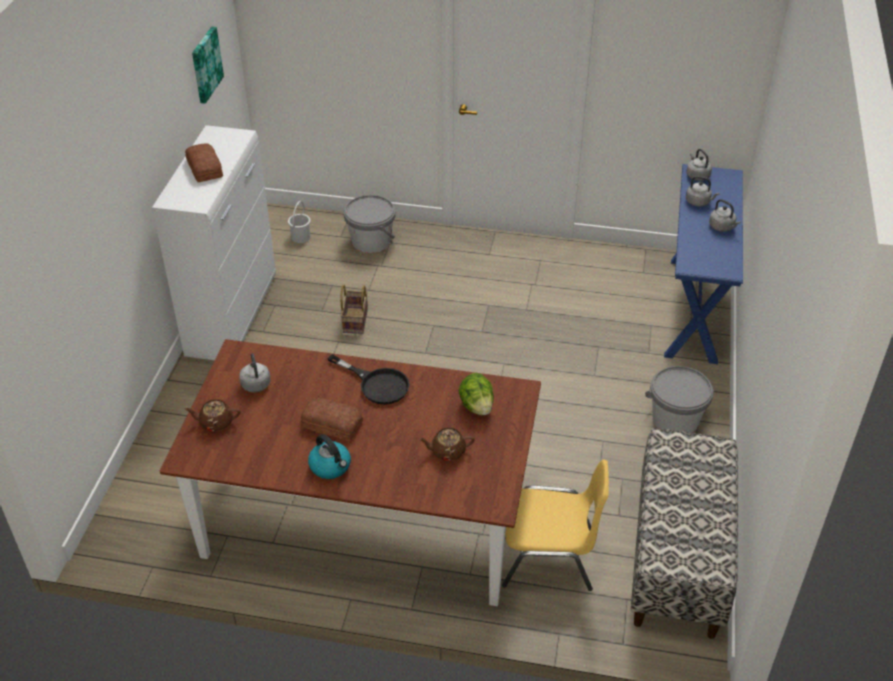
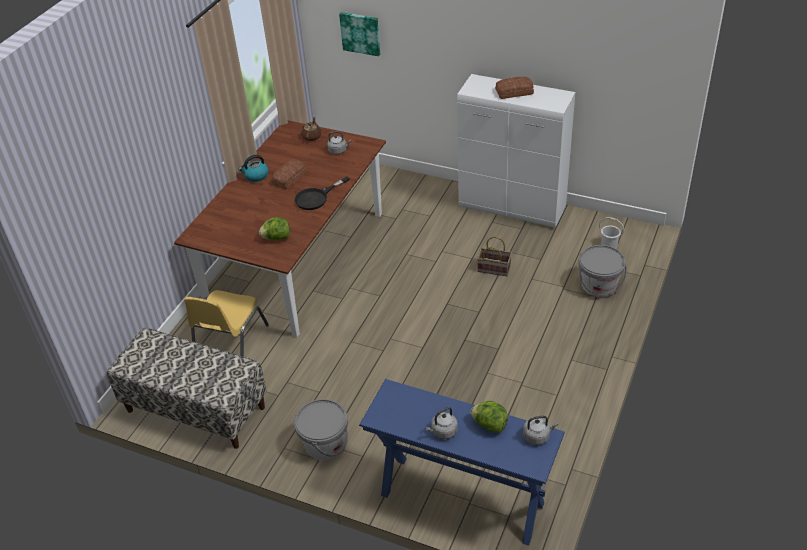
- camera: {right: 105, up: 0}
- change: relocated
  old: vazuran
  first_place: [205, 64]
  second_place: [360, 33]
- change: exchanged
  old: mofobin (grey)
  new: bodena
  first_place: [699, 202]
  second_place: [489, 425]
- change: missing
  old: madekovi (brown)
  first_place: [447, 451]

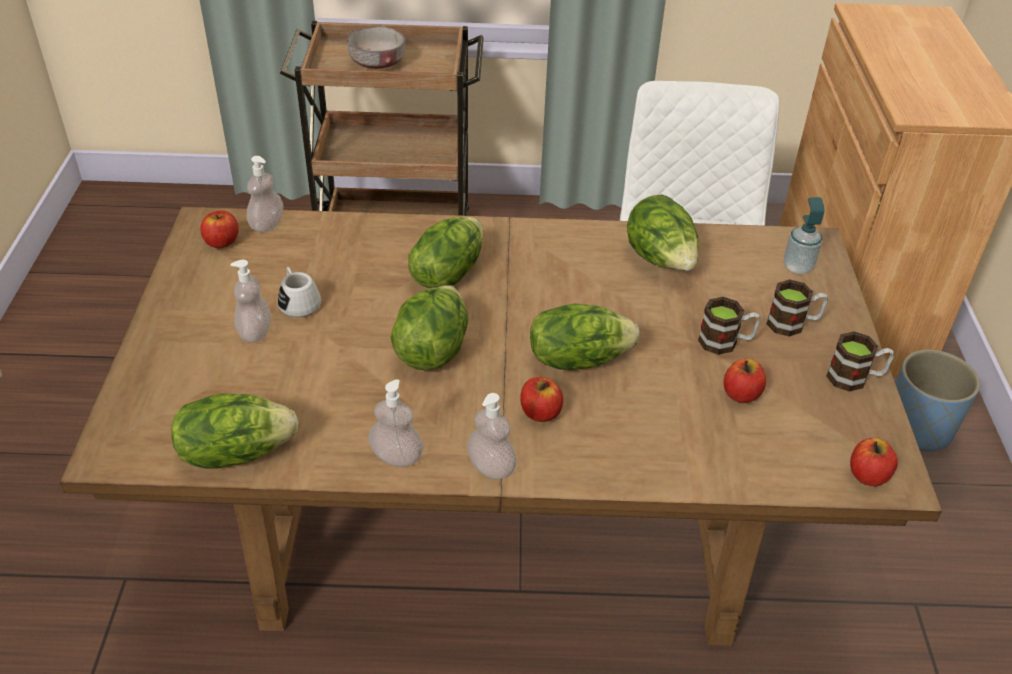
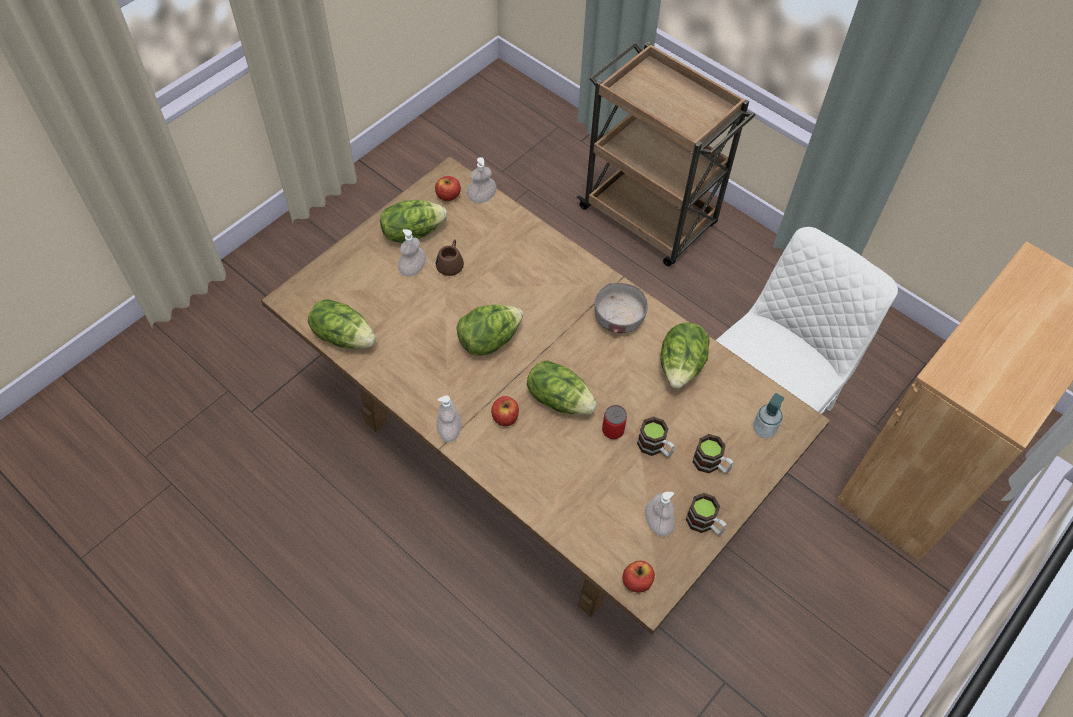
- camera: {right: 40, up: 15}
- change: relocated
  old: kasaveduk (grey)
  first_place: [377, 63]
  second_place: [618, 318]
- change: relocated
  old: bodena
  first_place: [447, 273]
  second_place: [412, 232]
- change: colour
  old: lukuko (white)
  new: lukuko (brown)
  first_place: [298, 302]
  second_place: [451, 263]
- change: missing
  old: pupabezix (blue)
  first_place: [917, 428]
- change: missing
  old: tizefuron
  first_place: [741, 394]
- change: relocated
  old: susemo
  first_place: [396, 456]
  second_place: [657, 523]
- change: appeared
  new: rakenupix
  second_place: [613, 430]

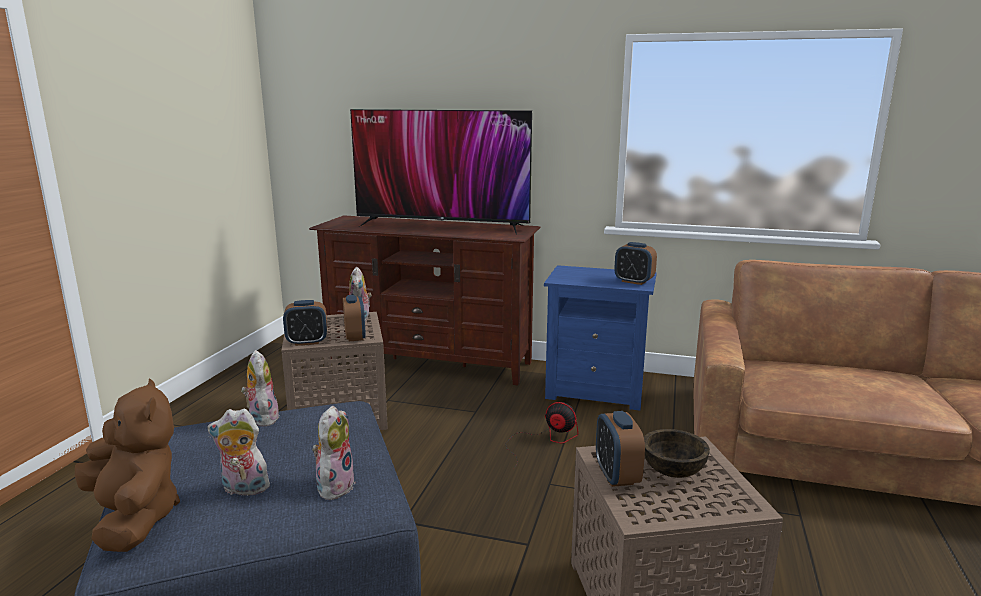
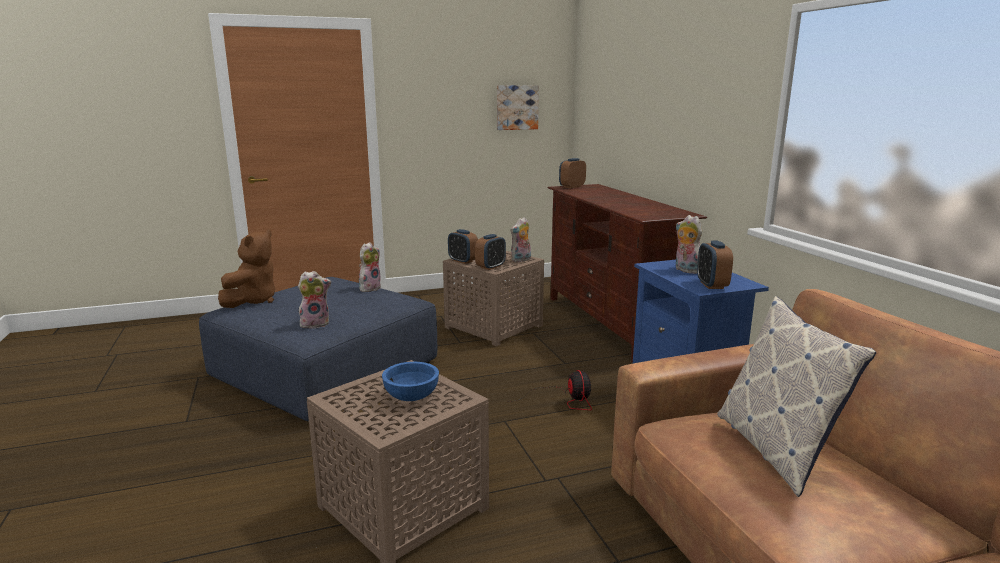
- camera: {right: 55, up: 0}
- change: missing
  old: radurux
  first_place: [442, 226]
- change: relocated
  old: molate
  first_place: [243, 489]
  second_place: [685, 270]
- change: relocated
  old: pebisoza
  first_place: [617, 476]
  second_place: [572, 187]
- change: colour
  old: kasaveduk (brown)
  new: kasaveduk (blue)
  first_place: [672, 470]
  second_place: [411, 396]
- change: appeared
  new: vazuran
  second_place: [516, 107]
- change: appeared
  new: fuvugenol
  second_place: [775, 450]

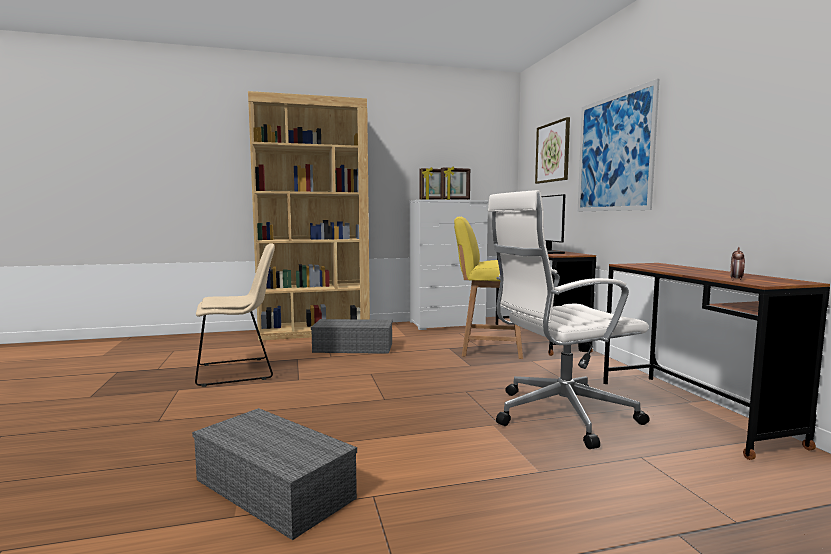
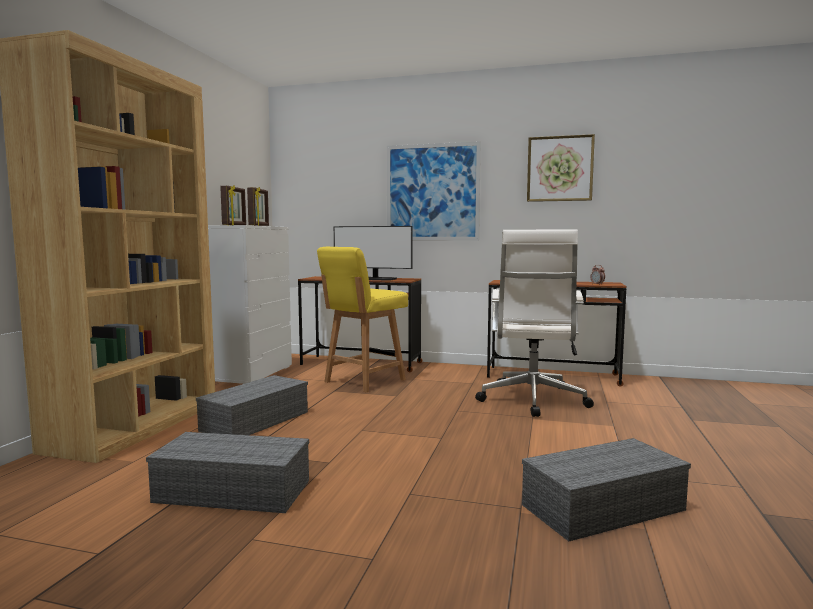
- camera: {right: -60, up: 0}
- change: relocated
  old: vazuran
  first_place: [553, 152]
  second_place: [560, 169]
- change: exchanged
  old: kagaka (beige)
  new: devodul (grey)
  first_place: [238, 371]
  second_place: [235, 490]

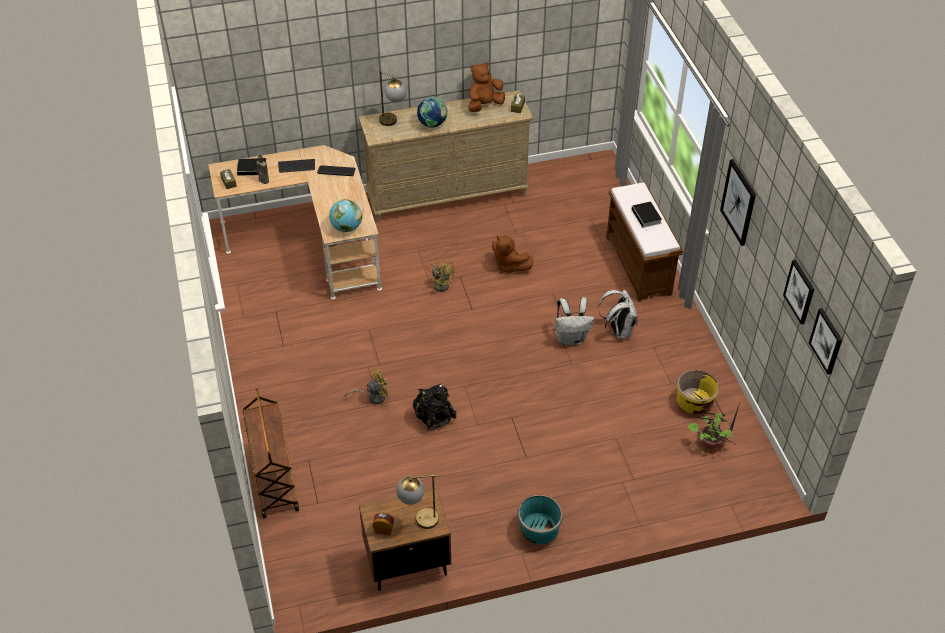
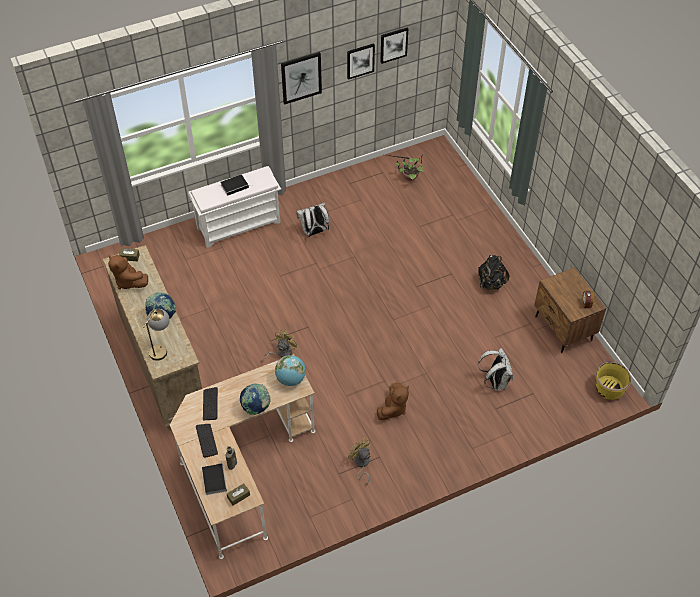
- camera: {right: -100, up: 5}
- change: colour
  old: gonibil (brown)
  new: gonibil (white)
  first_place: [639, 265]
  second_place: [239, 225]
- change: relocated
  old: molate (brown)
  first_place: [509, 266]
  second_place: [393, 409]
- change: relocated
  old: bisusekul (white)
  first_place: [571, 338]
  second_place: [495, 382]
- change: relocated
  old: vazuran
  first_place: [826, 341]
  second_place: [360, 60]
- change: relocated
  old: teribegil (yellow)
  first_place: [373, 396]
  second_place: [361, 464]
- change: relocated
  old: pupabezix (yellow)
  first_place: [694, 403]
  second_place: [609, 389]
- change: relocated
  old: bisusekul (black)
  first_place: [434, 418]
  second_place: [491, 283]
- change: missing
  old: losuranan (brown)
  first_place: [273, 479]
- change: missing
  old: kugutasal
  first_place: [418, 520]
- change: missing
  old: pupabezix (turquoise)
  first_place: [539, 530]
- change: appeared
  new: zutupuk
  second_place: [256, 407]

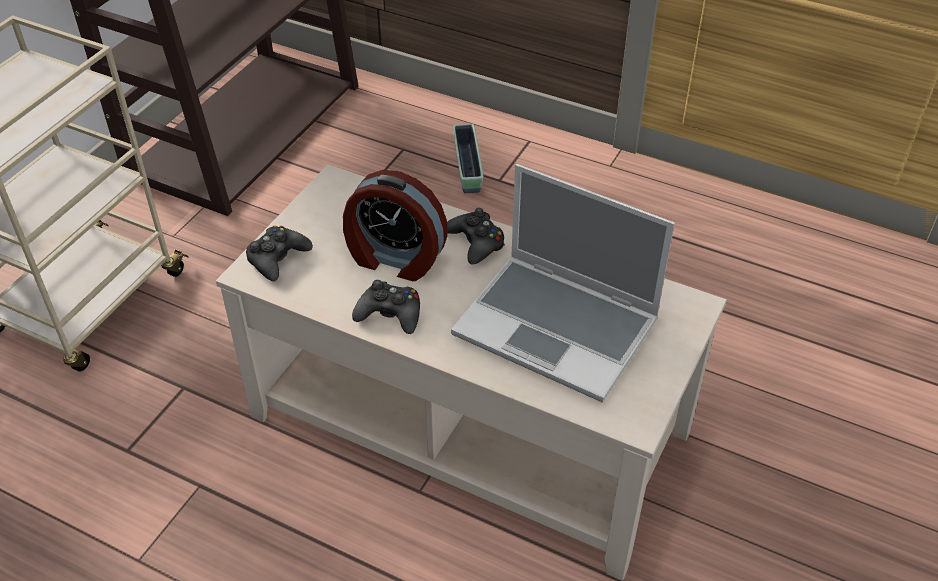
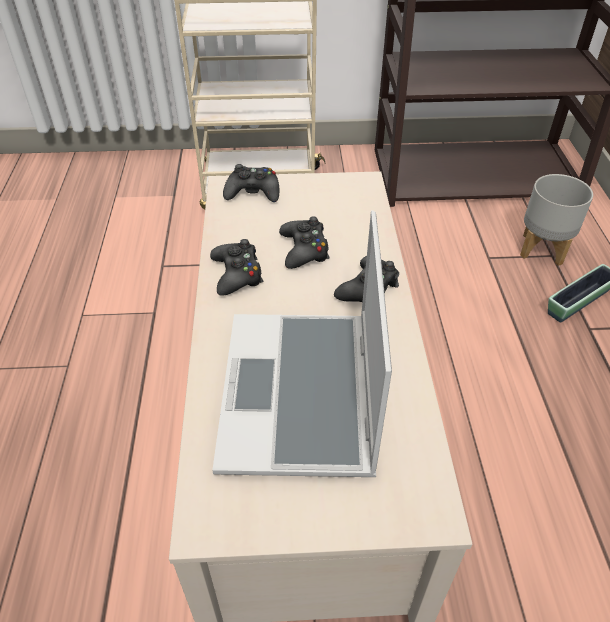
- camera: {right: 60, up: 0}
- change: exchanged
  old: pebisoza
  new: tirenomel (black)
  first_place: [395, 259]
  second_place: [304, 250]
- change: appeared
  new: pupabezix (grey)
  second_place: [542, 249]

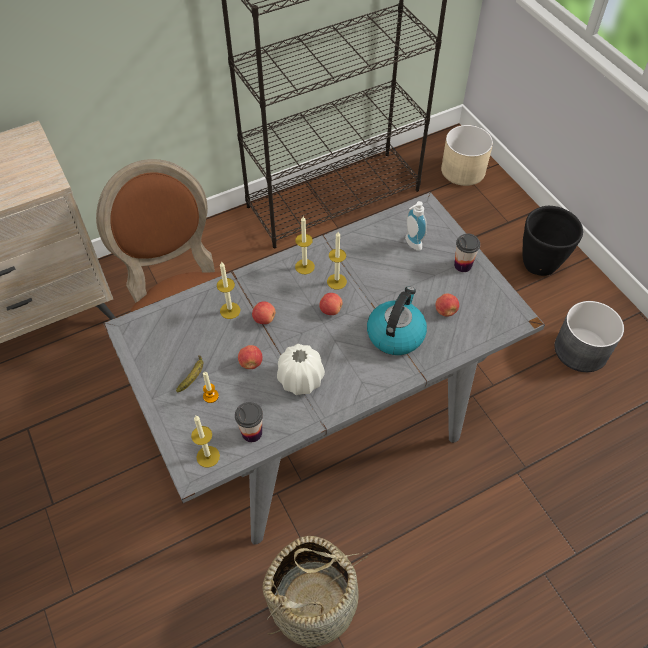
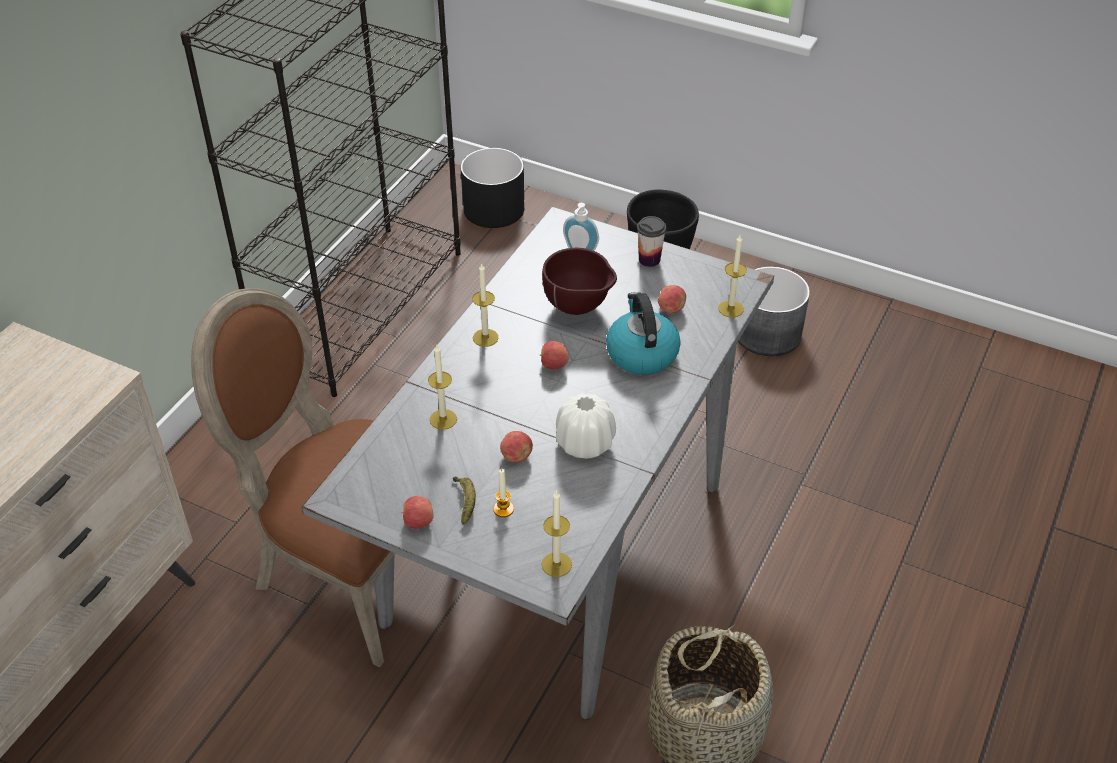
- camera: {right: -35, up: -10}
- change: colour
  old: pupabezix (beige)
  new: pupabezix (black)
  first_place: [462, 170]
  second_place: [493, 209]
- change: relocated
  old: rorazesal
  first_place: [336, 281]
  second_place: [731, 309]
- change: relocated
  old: tizefuron
  first_place: [264, 319]
  second_place: [418, 522]
- change: missing
  old: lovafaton
  first_place: [252, 433]
- change: appeared
  new: kasaveduk (brown)
  second_place: [579, 309]

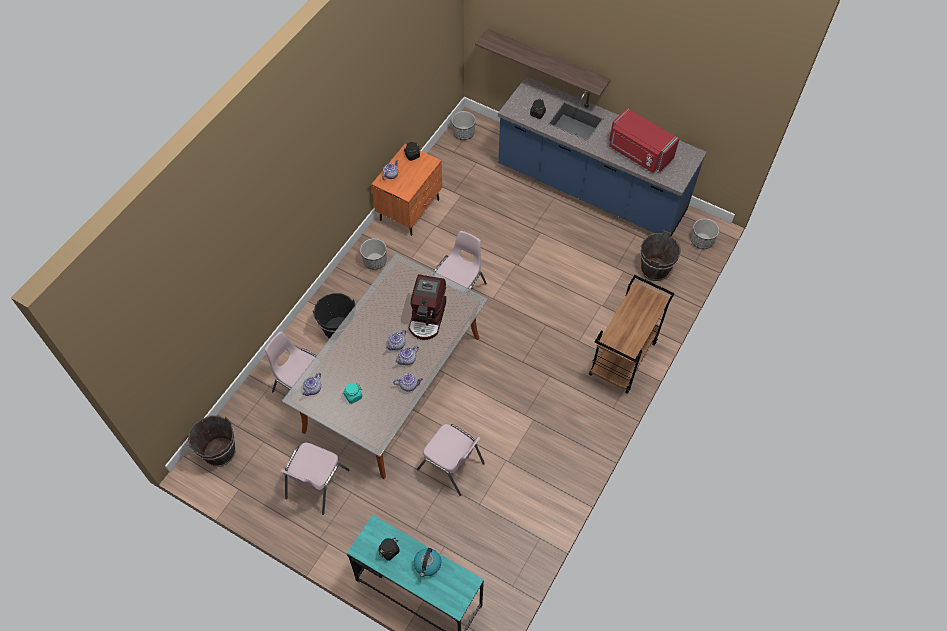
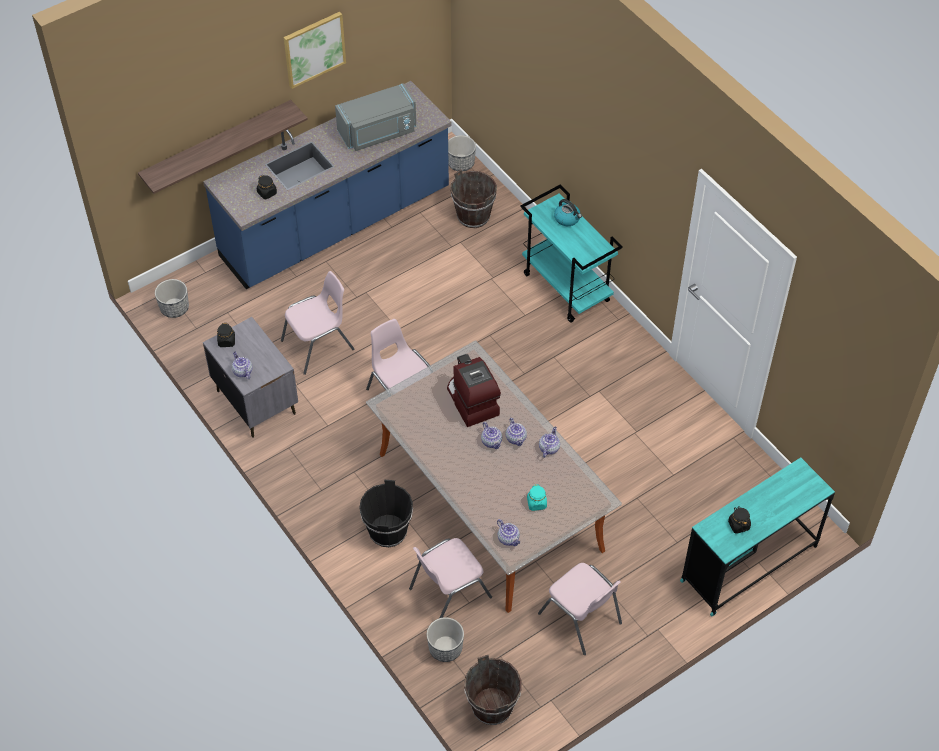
- camera: {right: -65, up: -5}
- change: colour
  old: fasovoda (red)
  new: fasovoda (grey)
  first_place: [638, 153]
  second_place: [378, 132]
- change: colour
  old: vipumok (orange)
  new: vipumok (grey)
  first_place: [410, 210]
  second_place: [256, 402]
- change: relocated
  old: pupabezix
  first_place: [375, 261]
  second_place: [445, 648]
- change: spun
  old: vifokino
  first_place: [428, 317]
  second_place: [471, 401]
  degrees: -150
- change: colour
  old: losuranan (brown)
  new: losuranan (turquoise)
  first_place: [623, 359]
  second_place: [567, 288]
- change: relocated
  old: kagaka (pink)
  first_place: [451, 466]
  second_place: [319, 345]
- change: relocated
  old: mofobin
  first_place: [427, 564]
  second_place: [567, 218]
- change: appeared
  new: vazuran
  second_place: [314, 49]

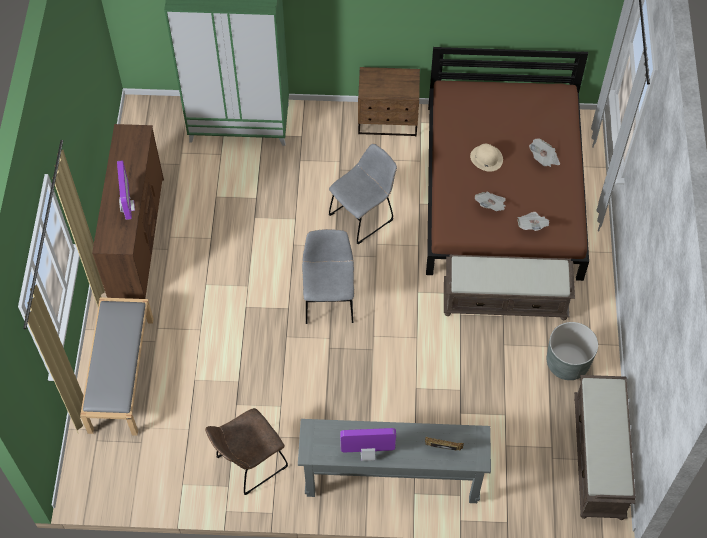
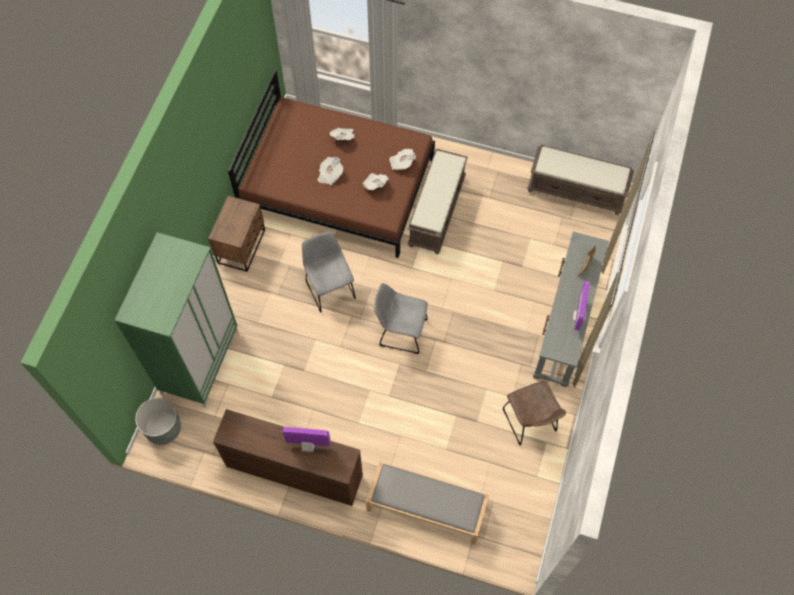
- camera: {right: -75, up: 5}
- change: exchanged
  old: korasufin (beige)
  new: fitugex
  first_place: [486, 158]
  second_place: [329, 175]
- change: relocated
  old: pupabezix (grey)
  first_place: [567, 363]
  second_place: [163, 428]

